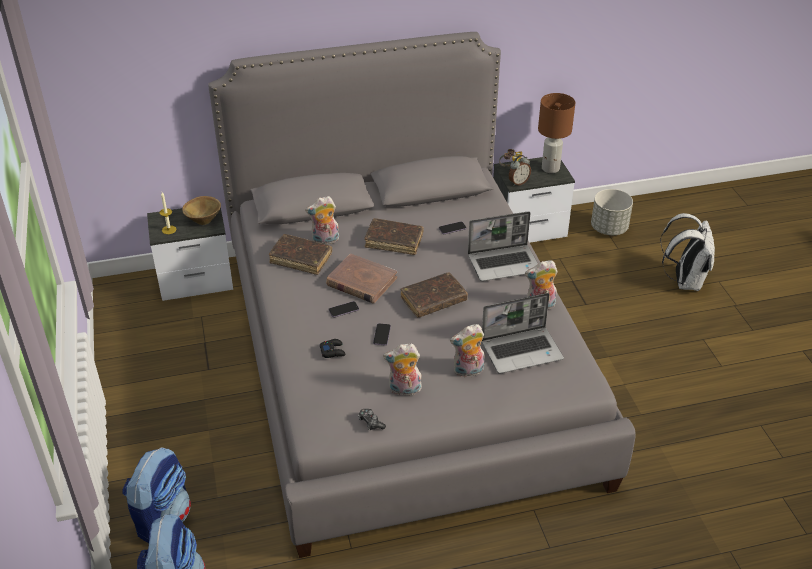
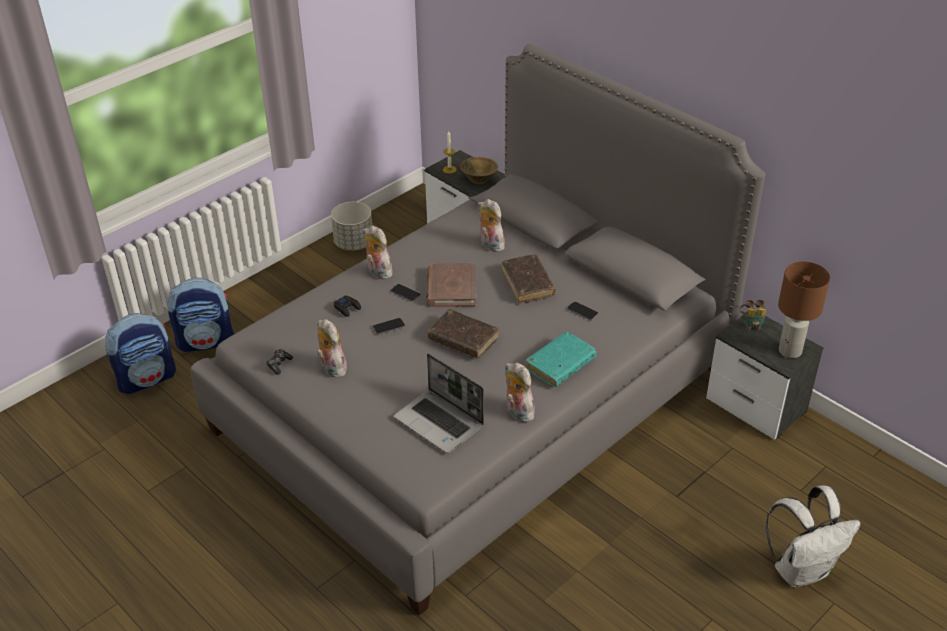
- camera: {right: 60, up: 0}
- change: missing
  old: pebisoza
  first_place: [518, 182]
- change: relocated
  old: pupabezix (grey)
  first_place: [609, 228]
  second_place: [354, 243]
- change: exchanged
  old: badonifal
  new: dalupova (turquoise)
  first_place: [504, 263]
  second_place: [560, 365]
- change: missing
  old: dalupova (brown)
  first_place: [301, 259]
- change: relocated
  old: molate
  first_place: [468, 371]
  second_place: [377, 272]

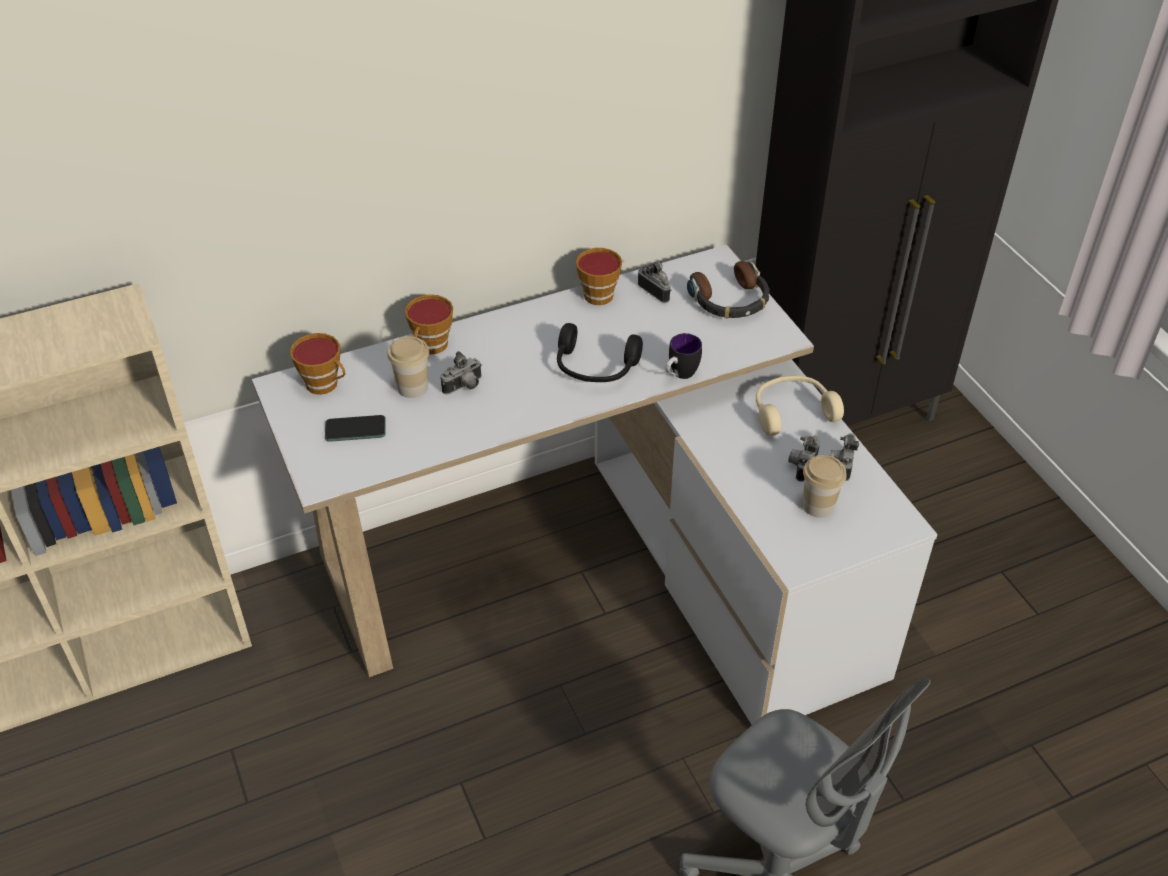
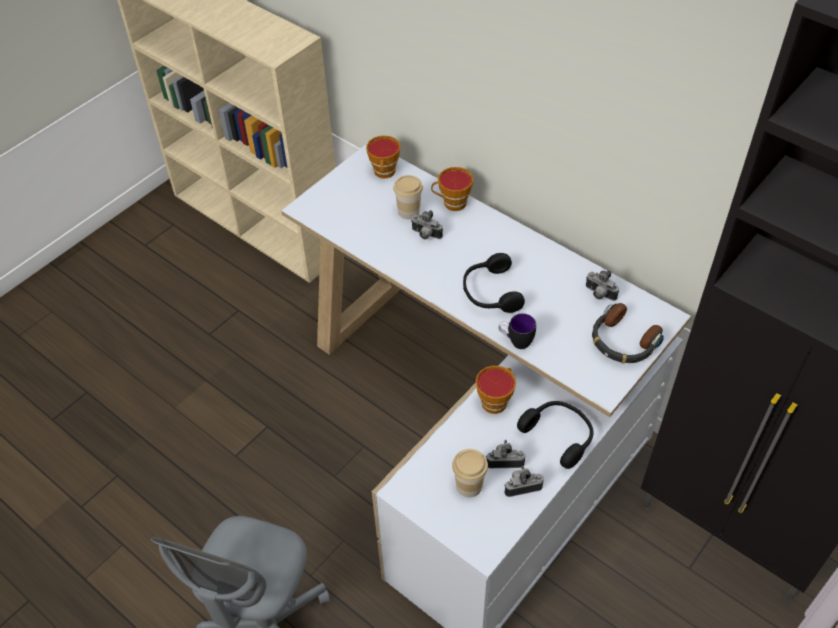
- camera: {right: 65, up: 5}
- change: relocated
  old: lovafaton
  first_place: [596, 293]
  second_place: [495, 400]
- change: spun
  old: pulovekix
  first_place: [656, 291]
  second_place: [599, 294]
  degrees: 105
- change: colour
  old: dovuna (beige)
  new: dovuna (black)
  first_place: [792, 411]
  second_place: [559, 435]
- change: missing
  old: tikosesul
  first_place: [355, 429]

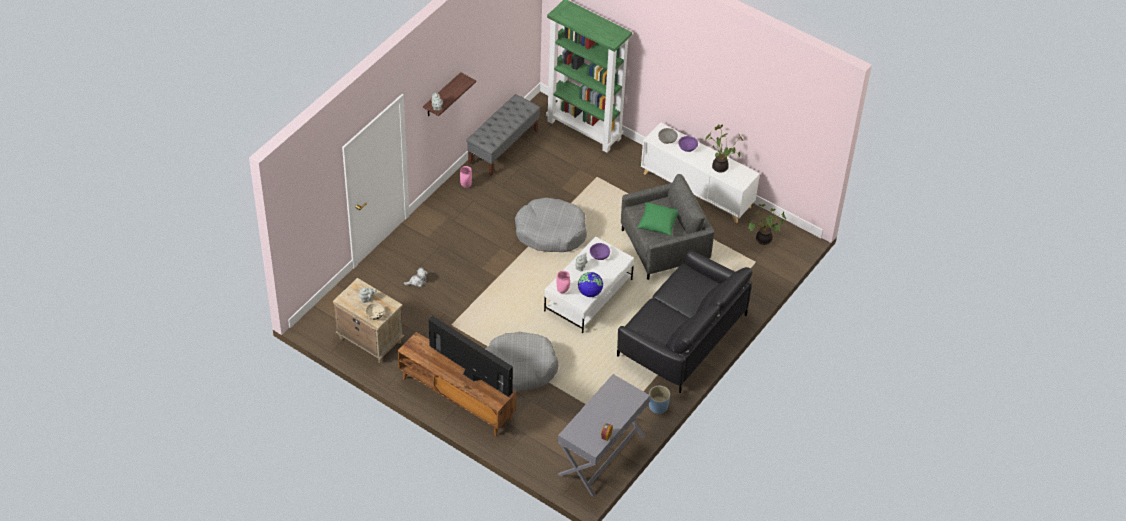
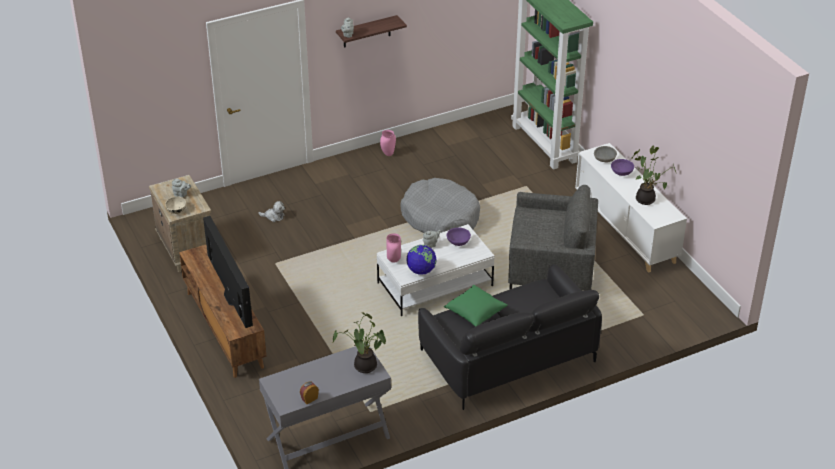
- camera: {right: 30, up: -10}
- change: missing
  old: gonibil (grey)
  first_place: [503, 146]
- change: relocated
  old: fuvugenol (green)
  first_place: [657, 224]
  second_place: [475, 312]
- change: relocated
  old: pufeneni
  first_place: [763, 240]
  second_place: [363, 367]
- change: missing
  old: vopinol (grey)
  first_place: [518, 368]
- change: missing
  old: pupabezix (blue)
  first_place: [658, 406]

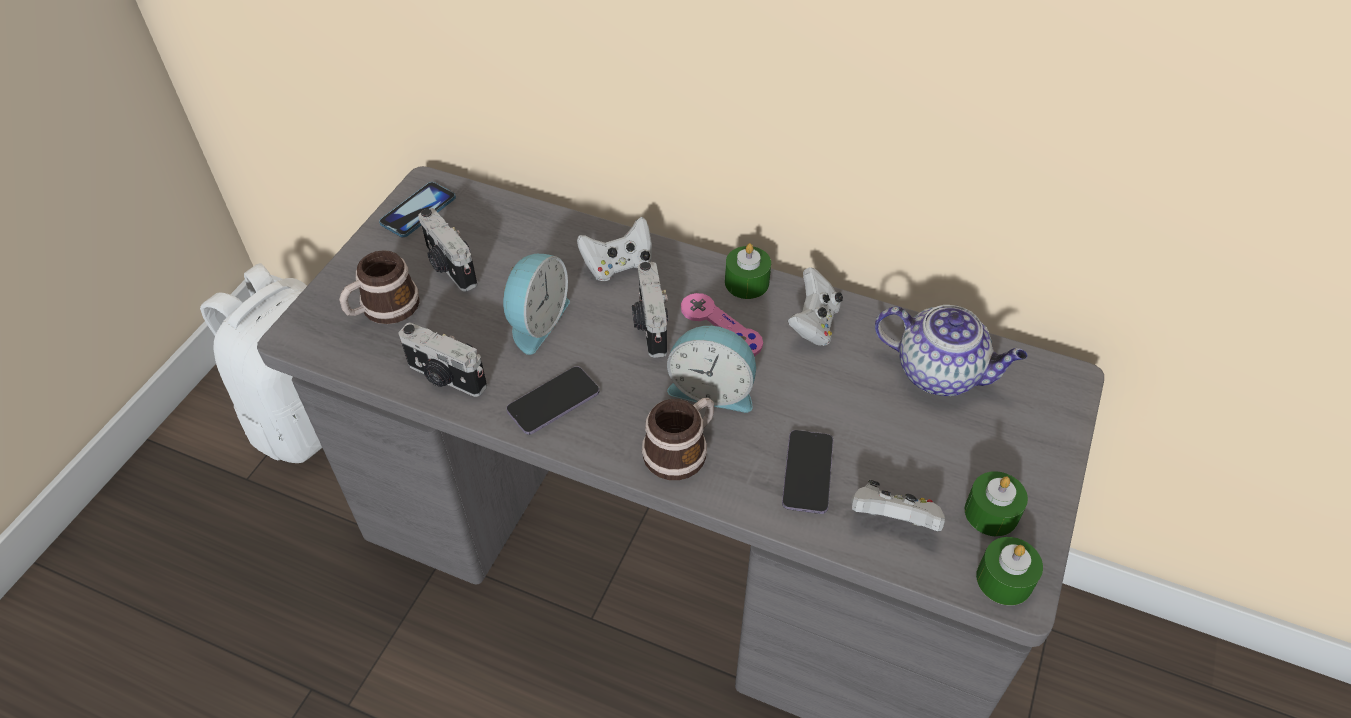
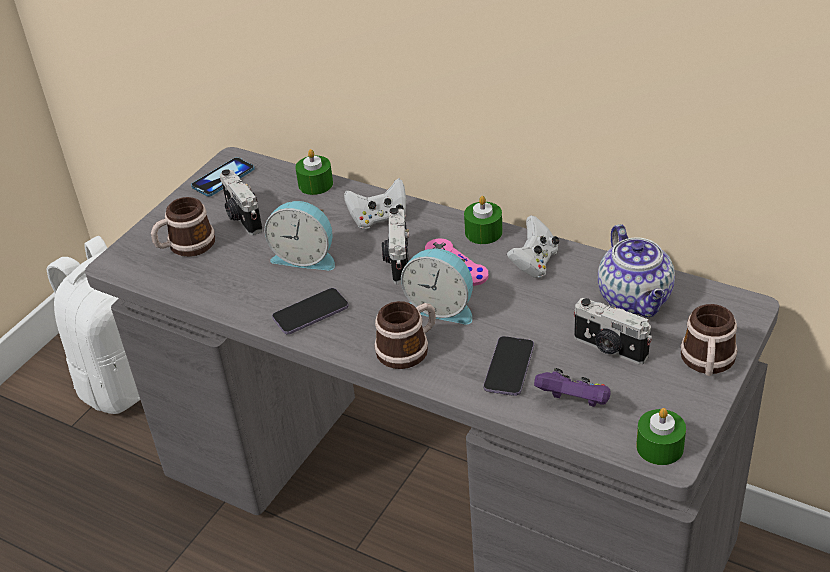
- camera: {right: 10, up: -10}
- change: spun
  old: pebisoza
  first_place: [536, 321]
  second_place: [305, 257]
  degrees: 75
- change: spun
  old: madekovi
  first_place: [940, 373]
  second_place: [636, 300]
  degrees: 45
- change: relocated
  old: pulovekix
  first_place: [445, 377]
  second_place: [609, 348]
- change: relocated
  old: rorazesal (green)
  first_place: [991, 513]
  second_place: [315, 184]
- change: colour
  old: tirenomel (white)
  new: tirenomel (purple)
  first_place: [893, 520]
  second_place: [574, 403]
- change: appeared
  new: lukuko
  second_place: [707, 363]

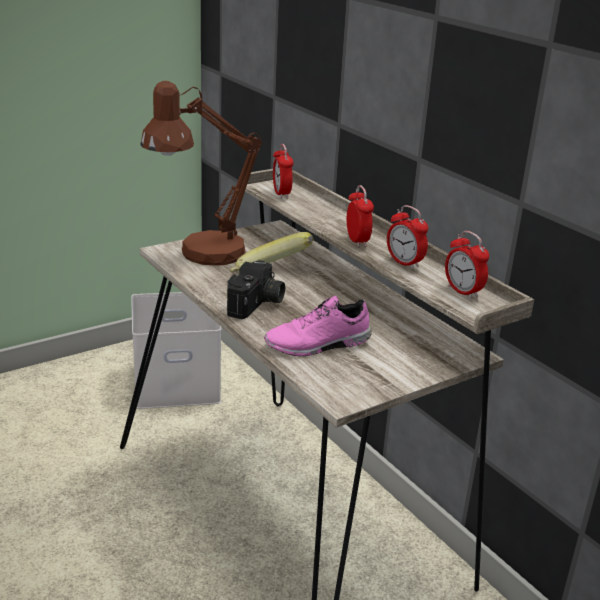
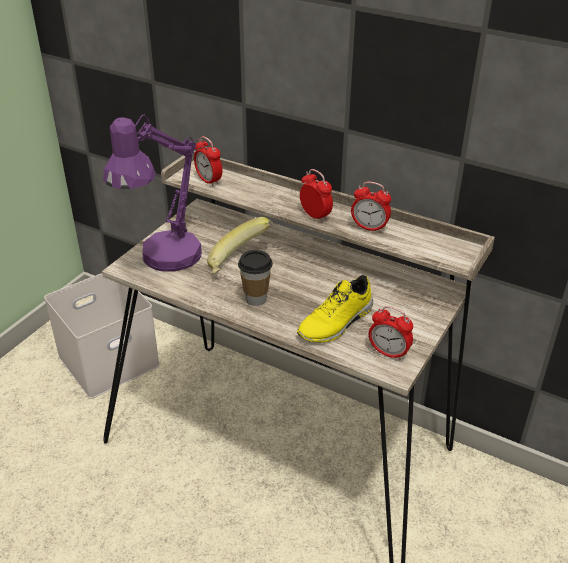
- camera: {right: -25, up: 10}
- change: colour
  old: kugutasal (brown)
  new: kugutasal (purple)
  first_place: [201, 255]
  second_place: [163, 261]
- change: relocated
  old: pebisoza
  first_place: [463, 292]
  second_place: [388, 353]
- change: exchanged
  old: pulovekix
  new: lovafaton
  first_place: [257, 304]
  second_place: [256, 299]
- change: colour
  old: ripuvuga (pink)
  new: ripuvuga (yellow)
  first_place: [318, 345]
  second_place: [337, 323]

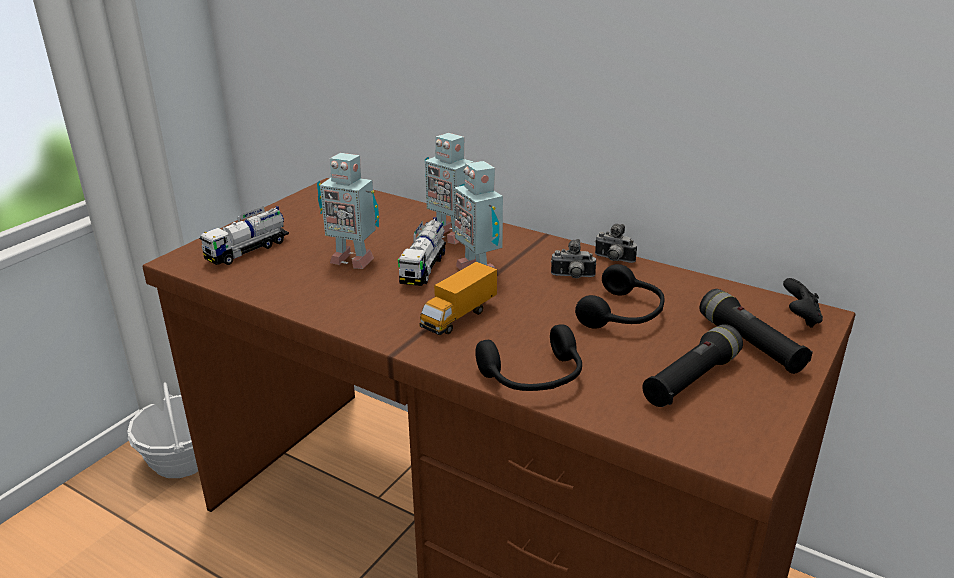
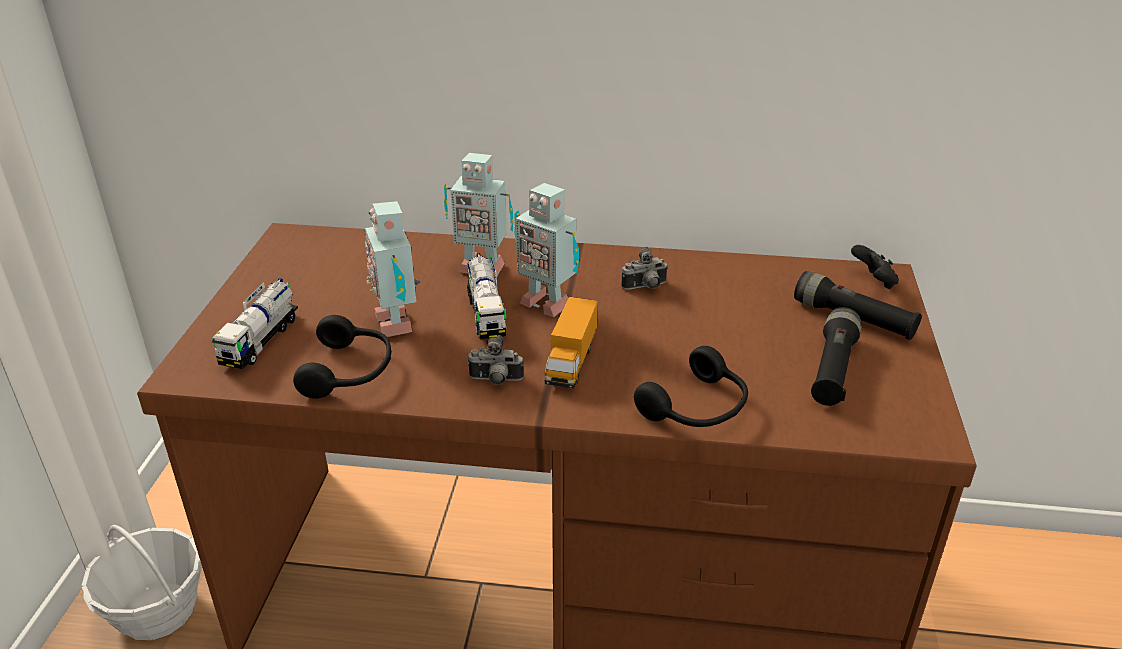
- camera: {right: -25, up: 5}
- change: spun
  old: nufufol
  first_place: [352, 259]
  second_place: [397, 322]
  degrees: 75
- change: relocated
  old: pulovekix
  first_place: [613, 260]
  second_place: [495, 381]
- change: relocated
  old: dovuna (black)
  first_place: [624, 314]
  second_place: [350, 371]

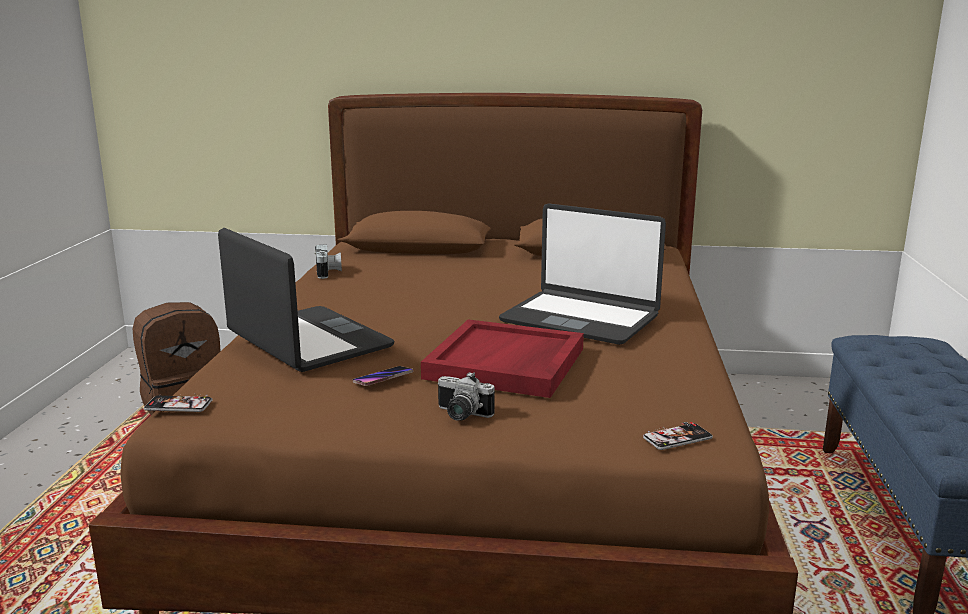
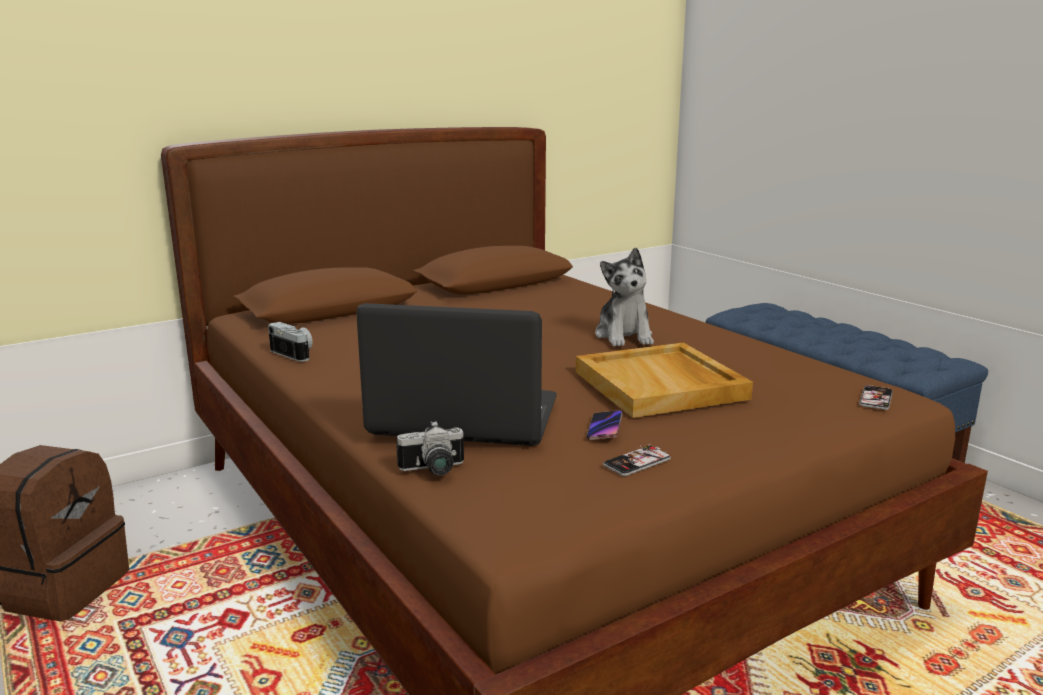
- camera: {right: -40, up: 0}
- change: exchanged
  old: badonifal
  new: molate
  first_place: [580, 319]
  second_place: [624, 336]
- change: colour
  old: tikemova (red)
  new: tikemova (beige)
  first_place: [506, 364]
  second_place: [661, 385]
- change: relocated
  old: pulovekix
  first_place: [461, 415]
  second_place: [433, 470]
- change: relocated
  old: tikosesul
  first_place: [178, 405]
  second_place: [637, 462]

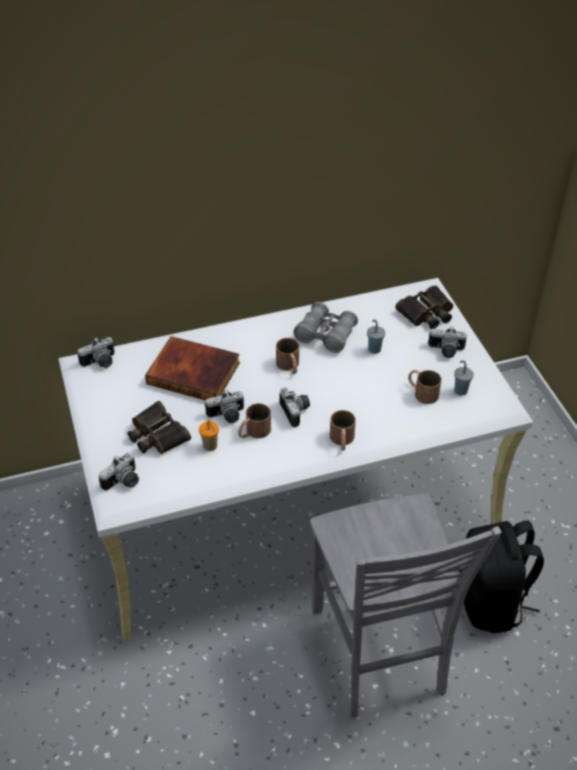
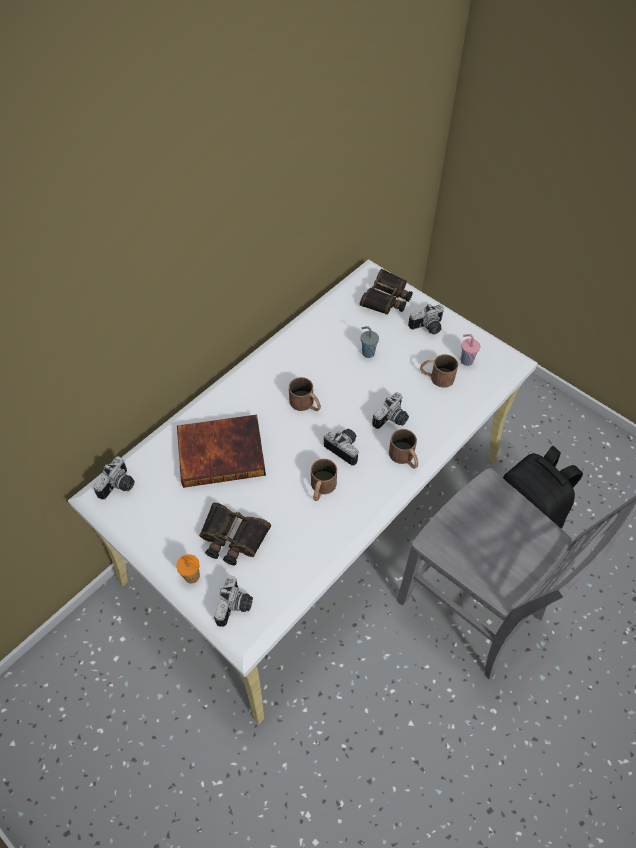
- camera: {right: -30, up: 10}
- change: missing
  old: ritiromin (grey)
  first_place: [326, 334]
- change: colour
  old: lovafaton (grey)
  new: lovafaton (pink)
  first_place: [460, 390]
  second_place: [466, 360]
- change: relocated
  old: pulovekix
  first_place: [227, 416]
  second_place: [392, 420]
- change: relocated
  old: lovafaton (orange)
  first_place: [210, 446]
  second_place: [193, 577]

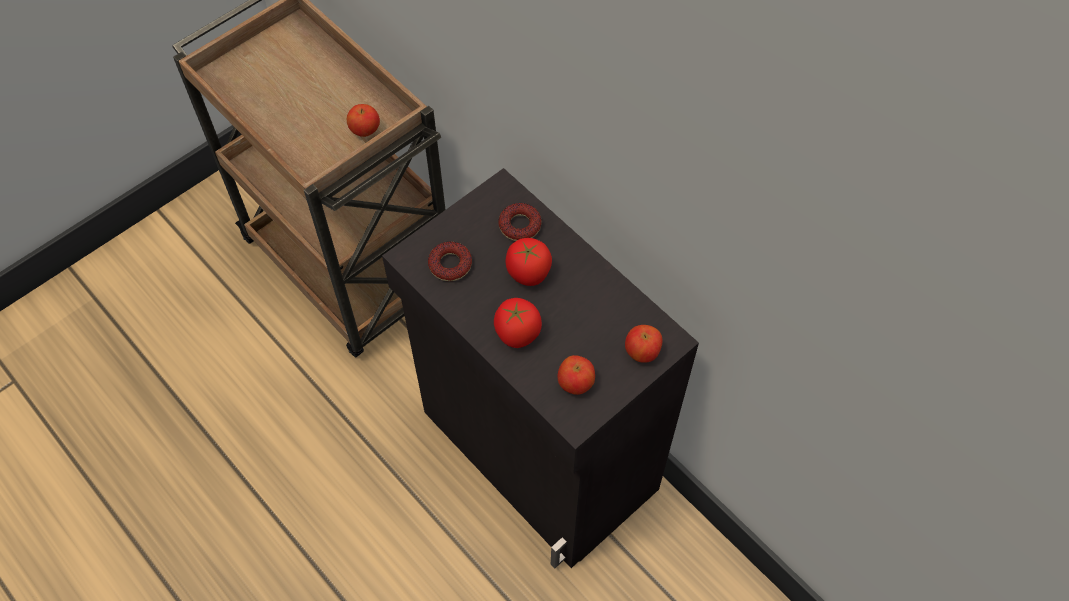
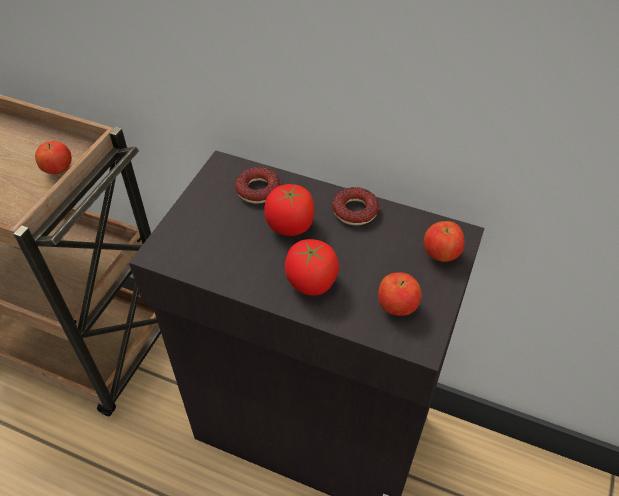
- camera: {right: -25, up: -10}
- change: relocated
  old: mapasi
  first_place: [450, 265]
  second_place: [355, 211]

